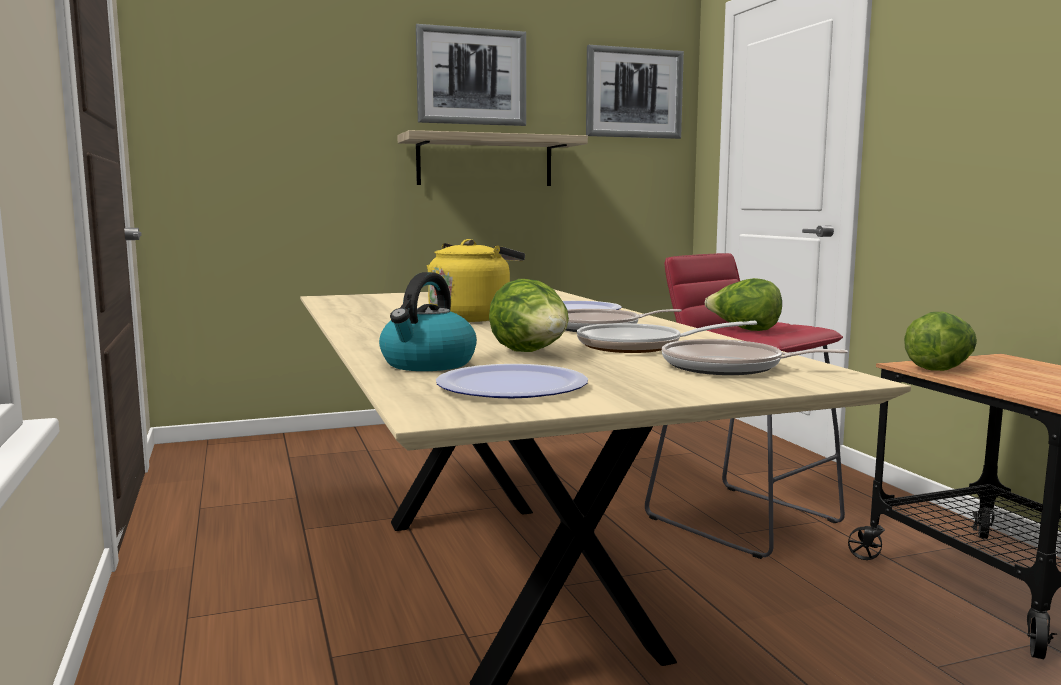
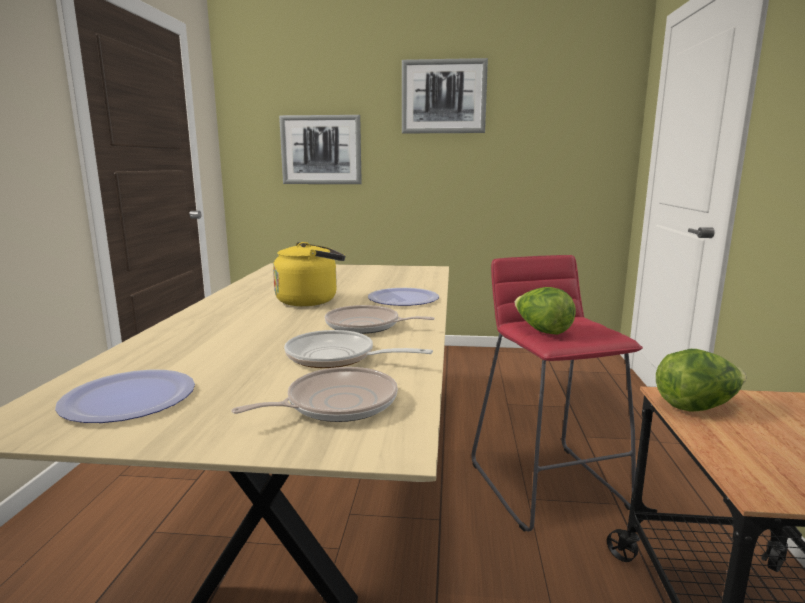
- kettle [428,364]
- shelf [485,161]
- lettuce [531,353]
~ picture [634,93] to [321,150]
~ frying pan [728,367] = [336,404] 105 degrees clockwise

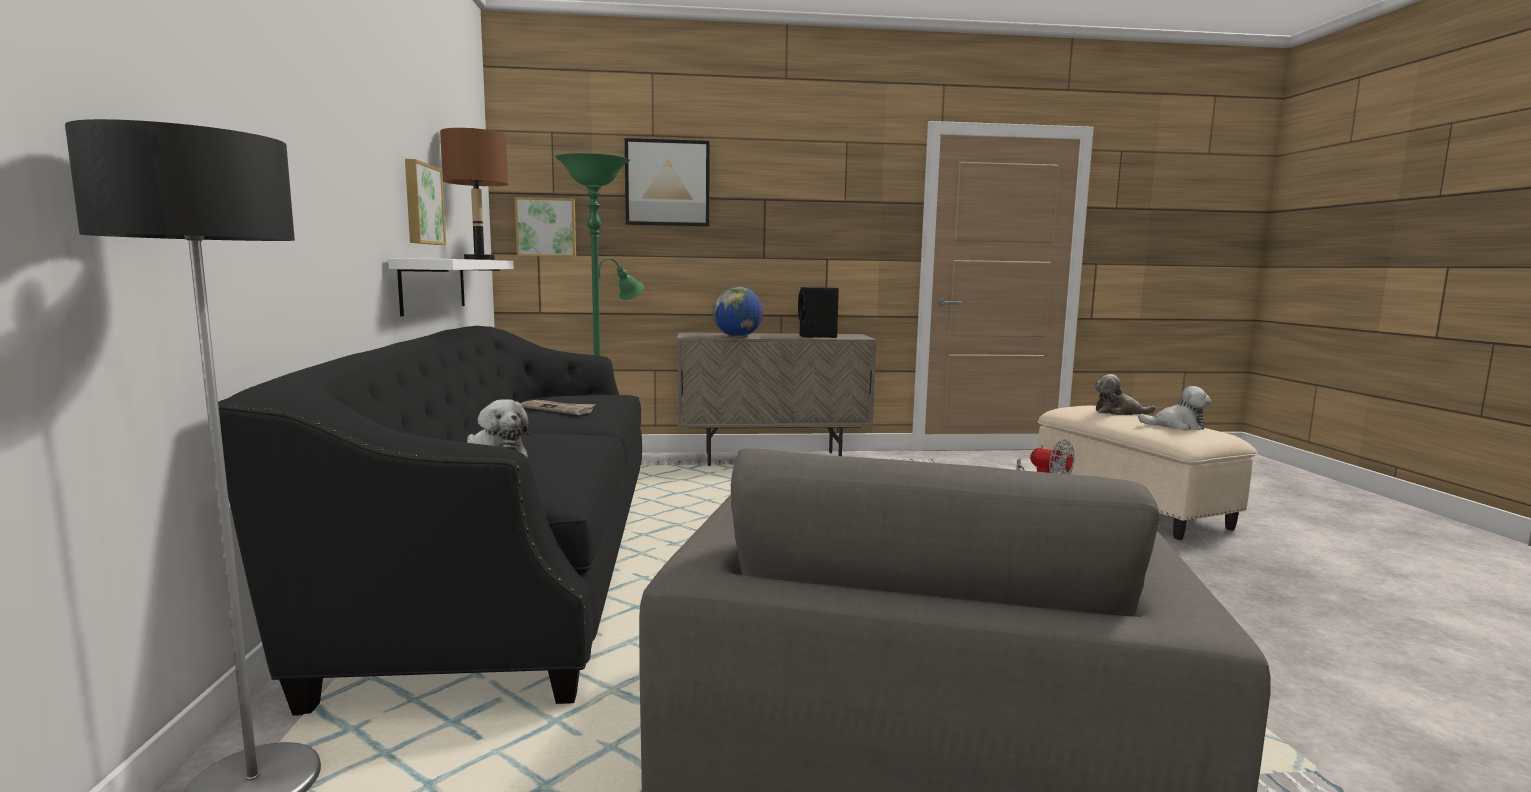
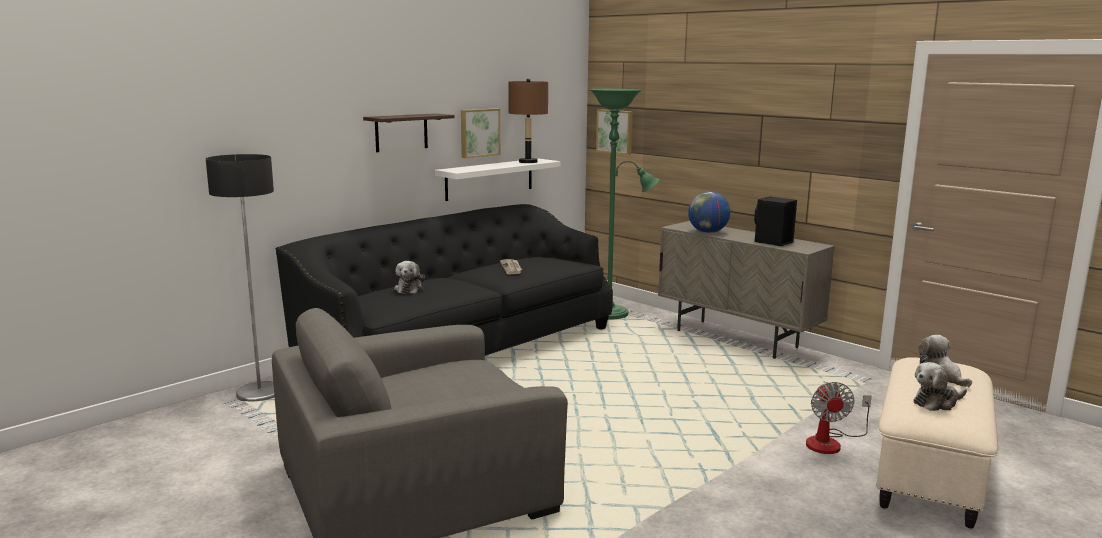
- picture [667,183]
~ plush toy [1177,426] = [937,402] 90 degrees clockwise
+ shelf [401,132]

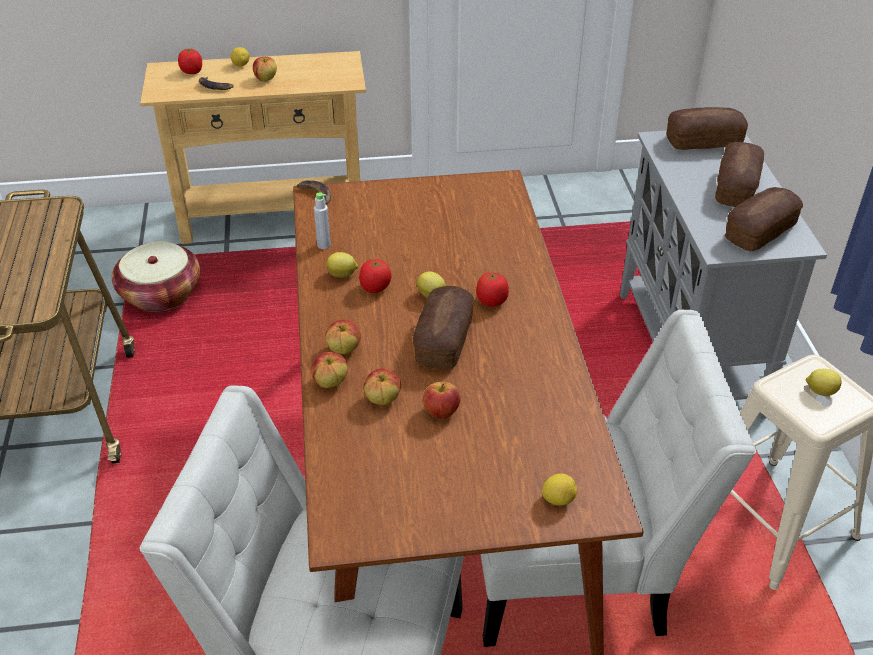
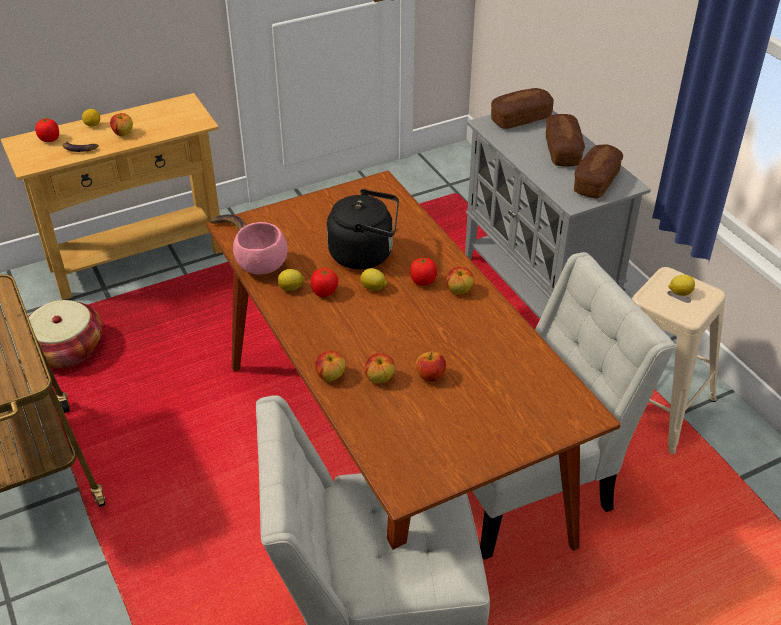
~ bottle/grey [324,245] to bowl/pink [261,267]
~ apple [344,349] to [459,290]
- bread [443,340]
- lemon [558,499]
+ kettle/black [365,254]

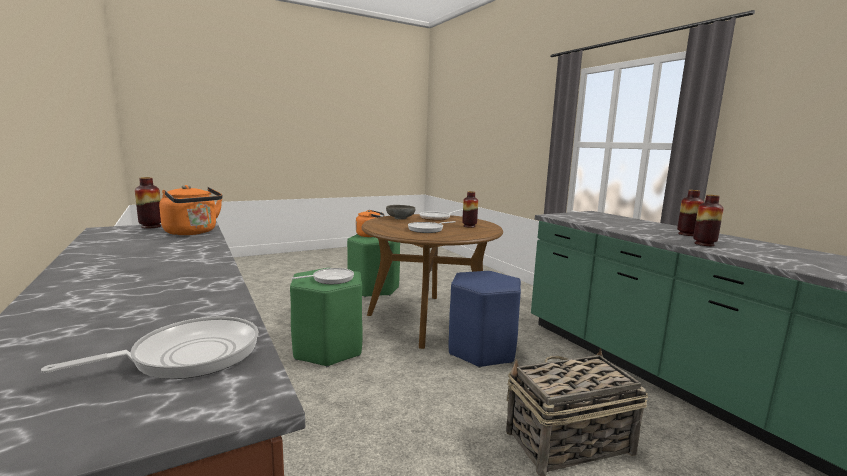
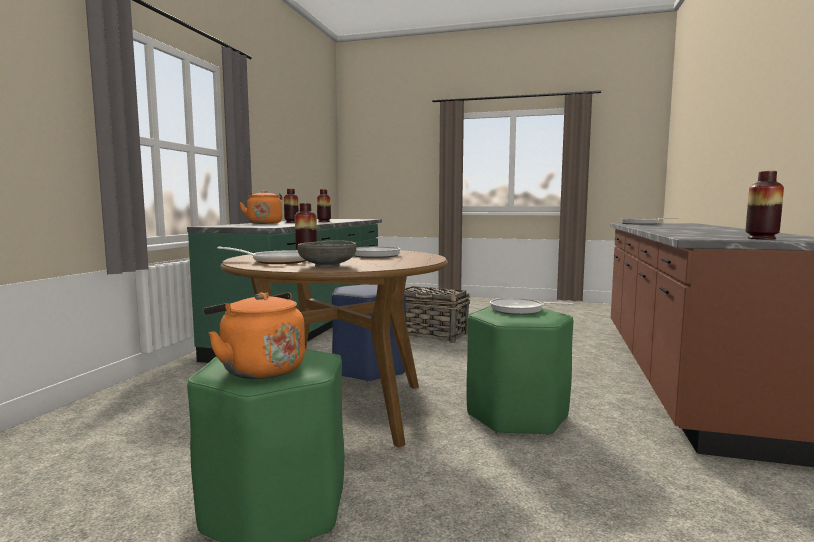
~ kettle/orange [193,232] to [265,223]

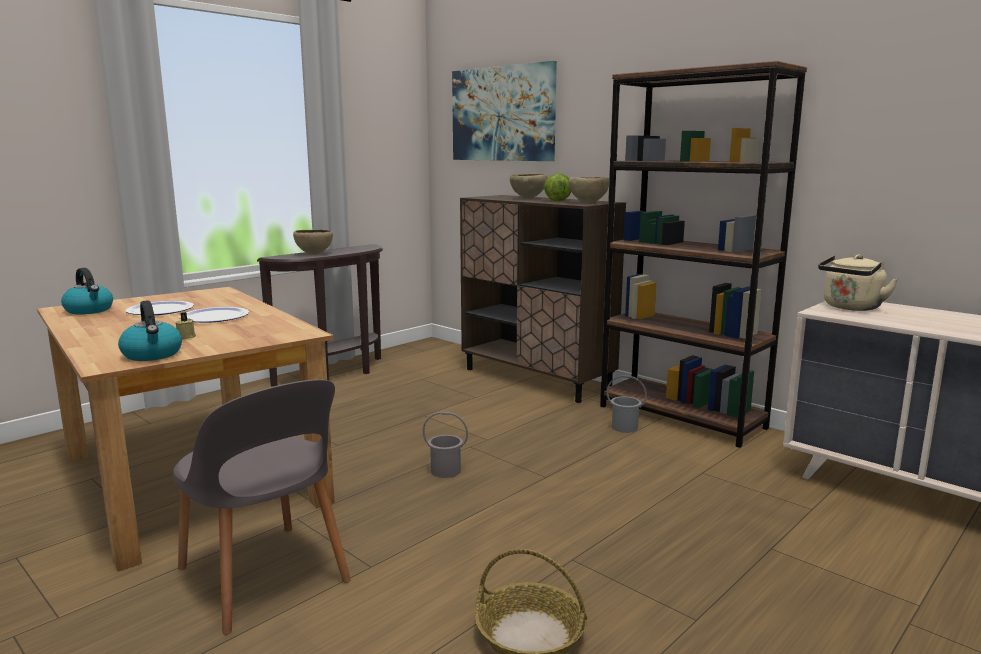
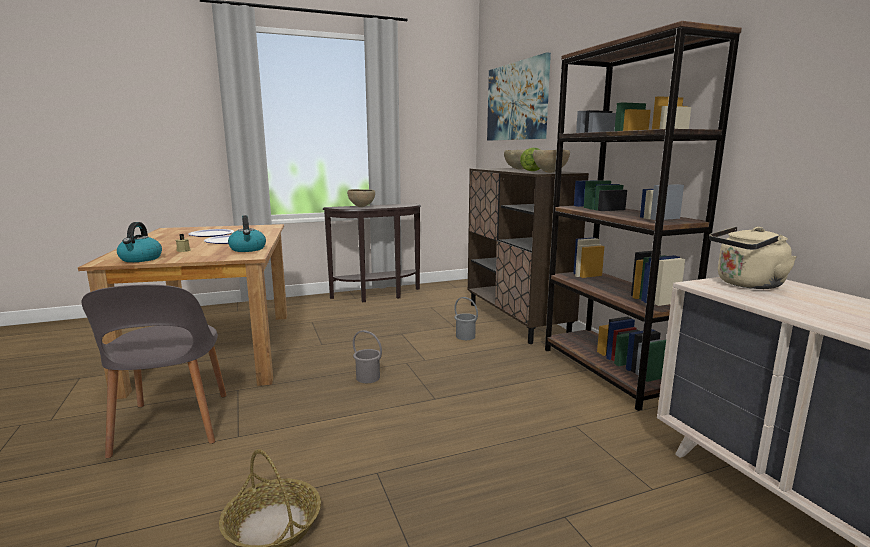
~ kettle [89,310] to [248,249]
~ bucket/grey [624,427] to [465,336]

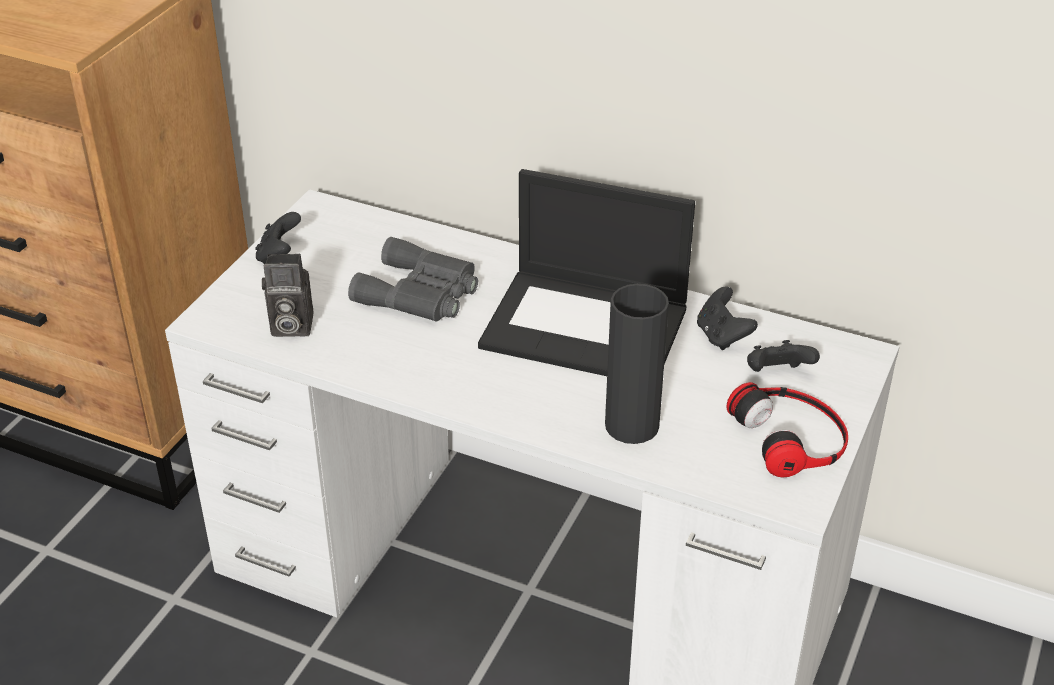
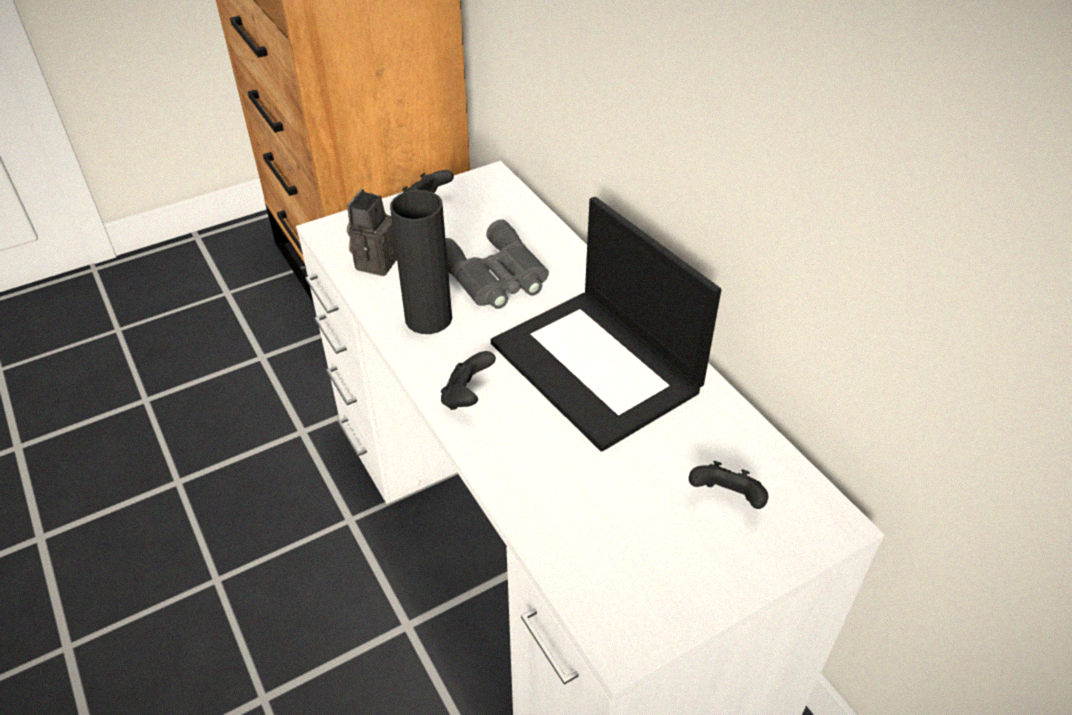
~ photo camera [289,326] = [375,261] 75 degrees clockwise
~ vase/black [632,425] to [428,318]
~ game controller/black [722,336] to [467,397]
- headphones [792,436]

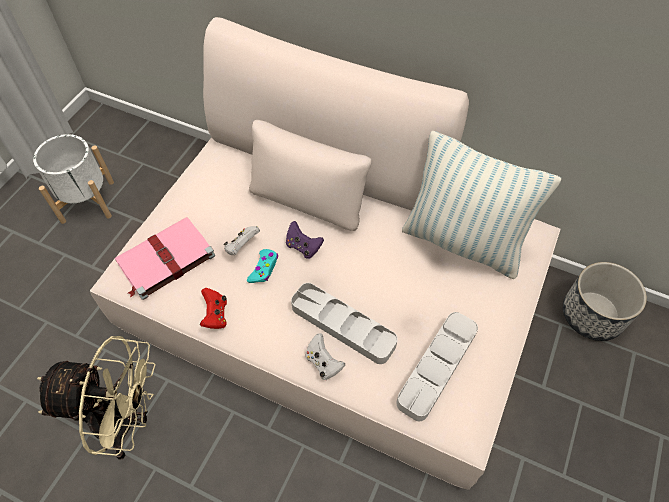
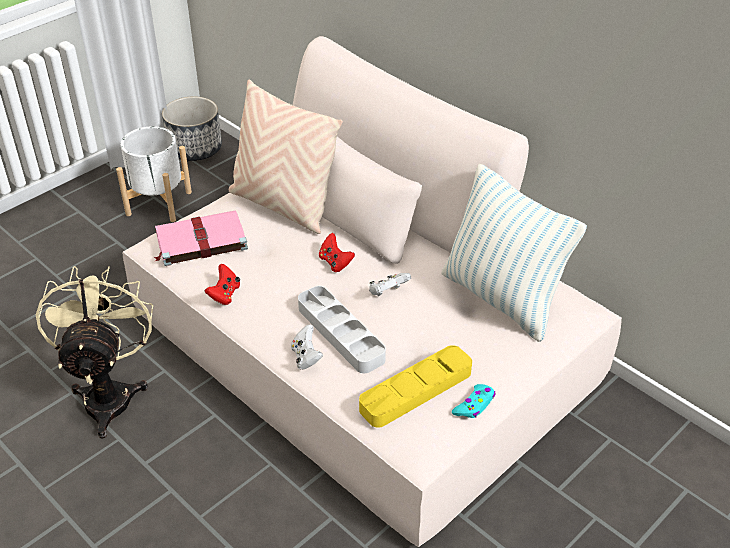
~ fan/beige [126,422] = [109,393] 120 degrees counterclockwise
~ game controller/white [242,246] to [388,292]
~ game controller/turquoise [264,269] to [474,405]
~ game controller/purple [303,247] to game controller/red [335,262]
~ tray/grey [437,367] to tray/yellow [416,390]
~ planter [592,314] to [195,149]
+ pillow/beige [283,206]

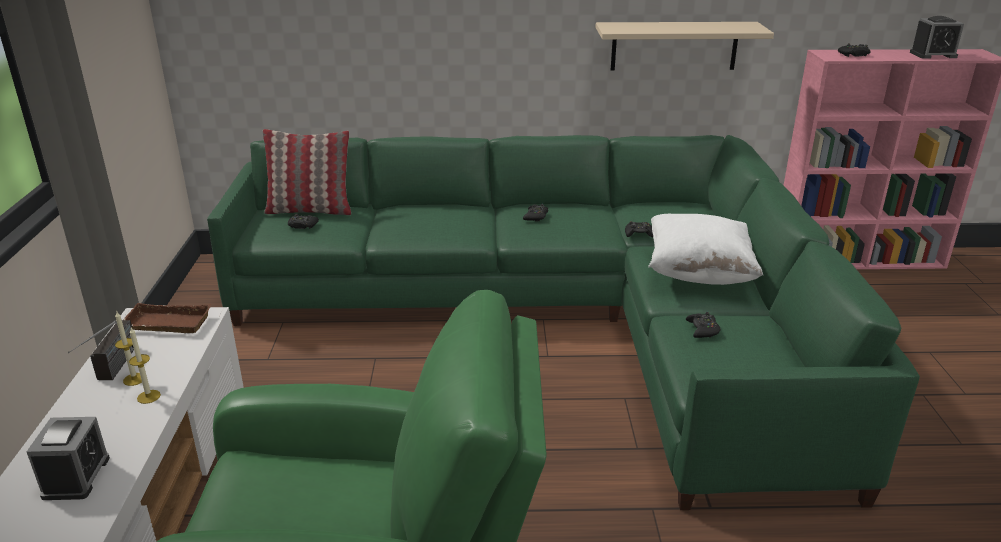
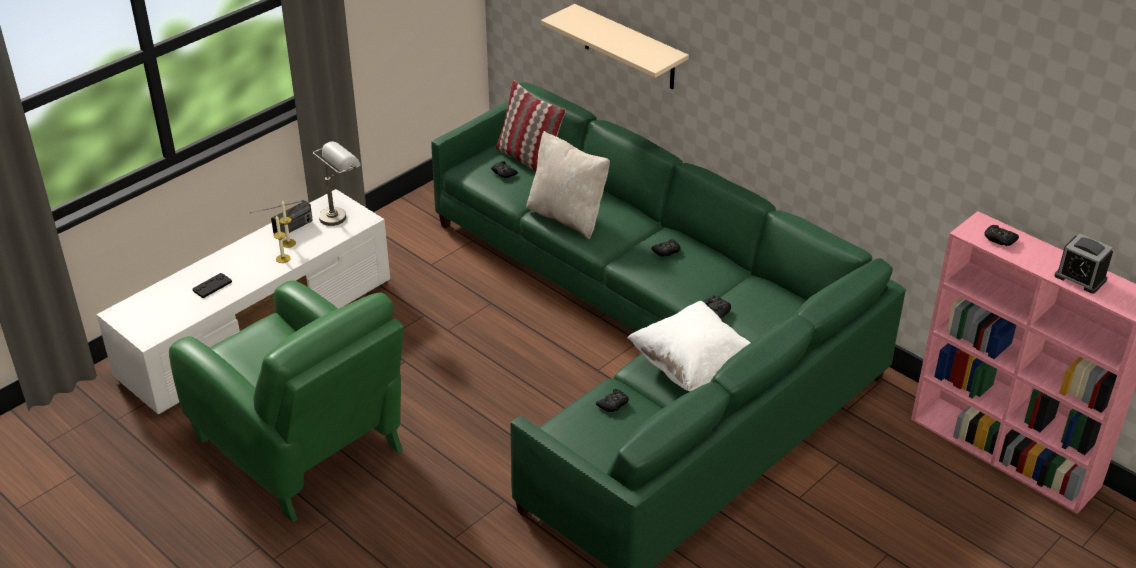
~ alarm clock [76,477] to game controller/black [212,286]
~ tray/brown [165,325] to table lamp/grey [340,213]
~ shelf/beige [674,46] to [629,48]
+ pillow/beige [567,216]

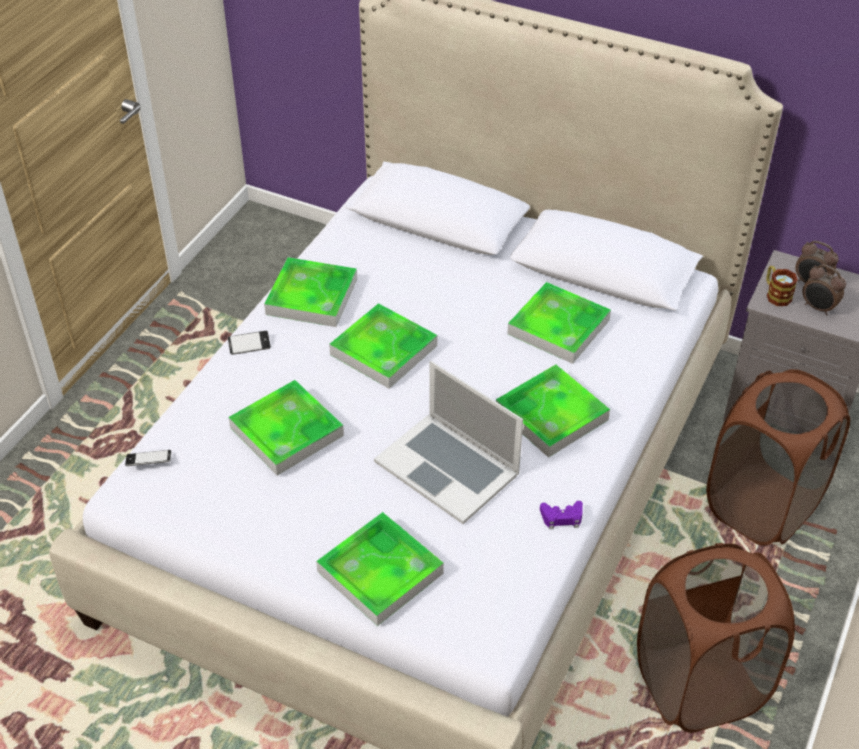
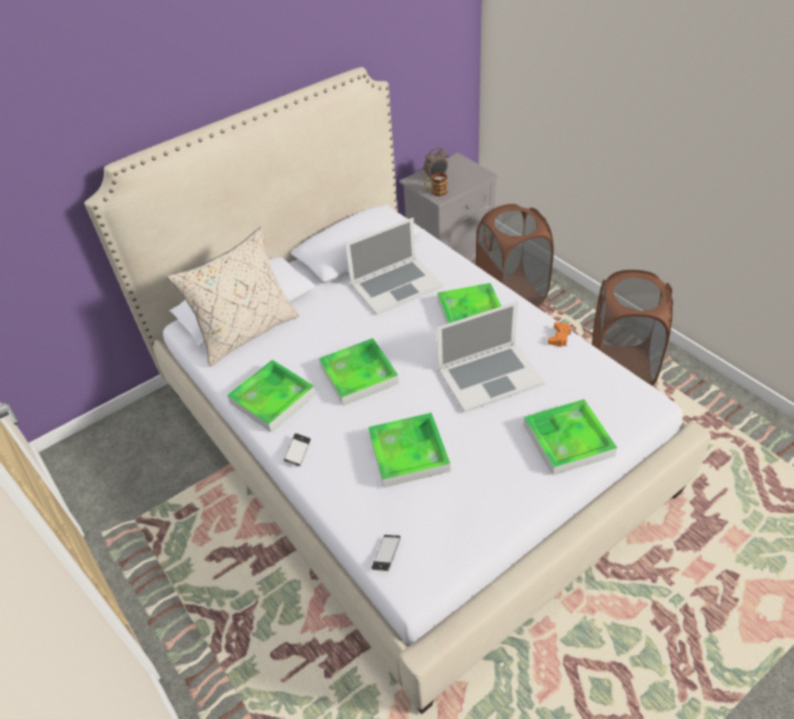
~ tray [558,327] to laptop [396,285]
~ game controller/purple [562,517] to game controller/orange [559,337]
- alarm clock [818,308]
+ pillow/beige [246,332]

